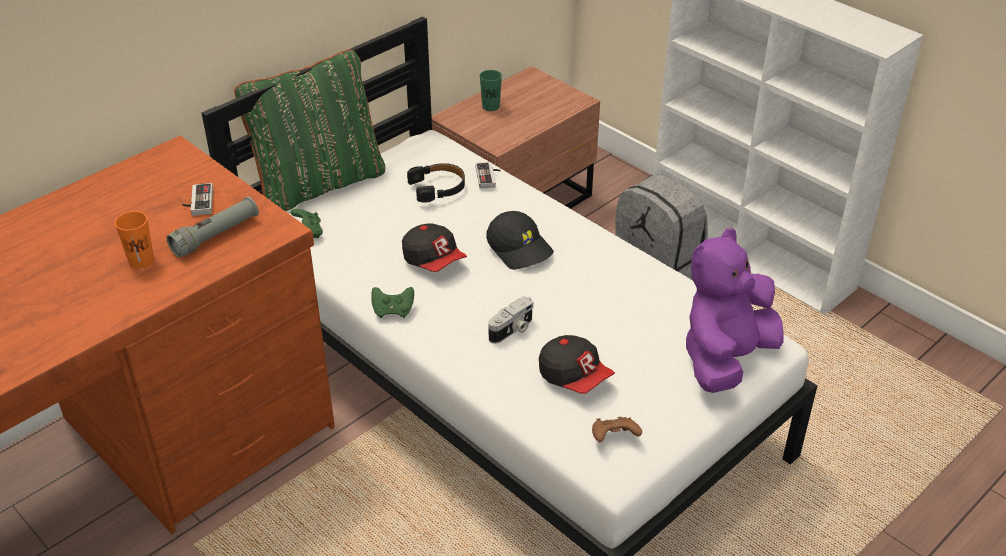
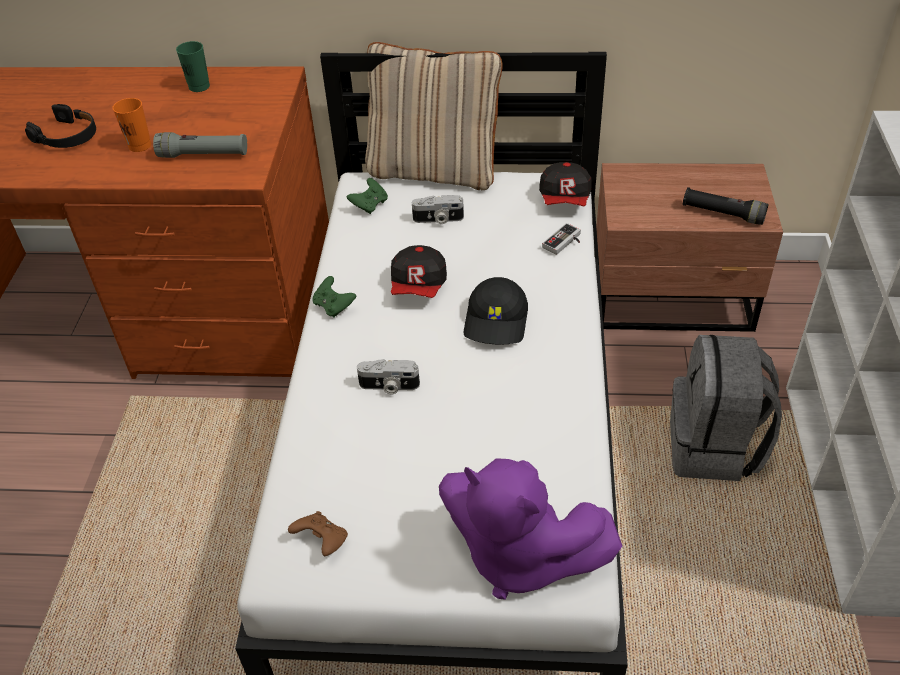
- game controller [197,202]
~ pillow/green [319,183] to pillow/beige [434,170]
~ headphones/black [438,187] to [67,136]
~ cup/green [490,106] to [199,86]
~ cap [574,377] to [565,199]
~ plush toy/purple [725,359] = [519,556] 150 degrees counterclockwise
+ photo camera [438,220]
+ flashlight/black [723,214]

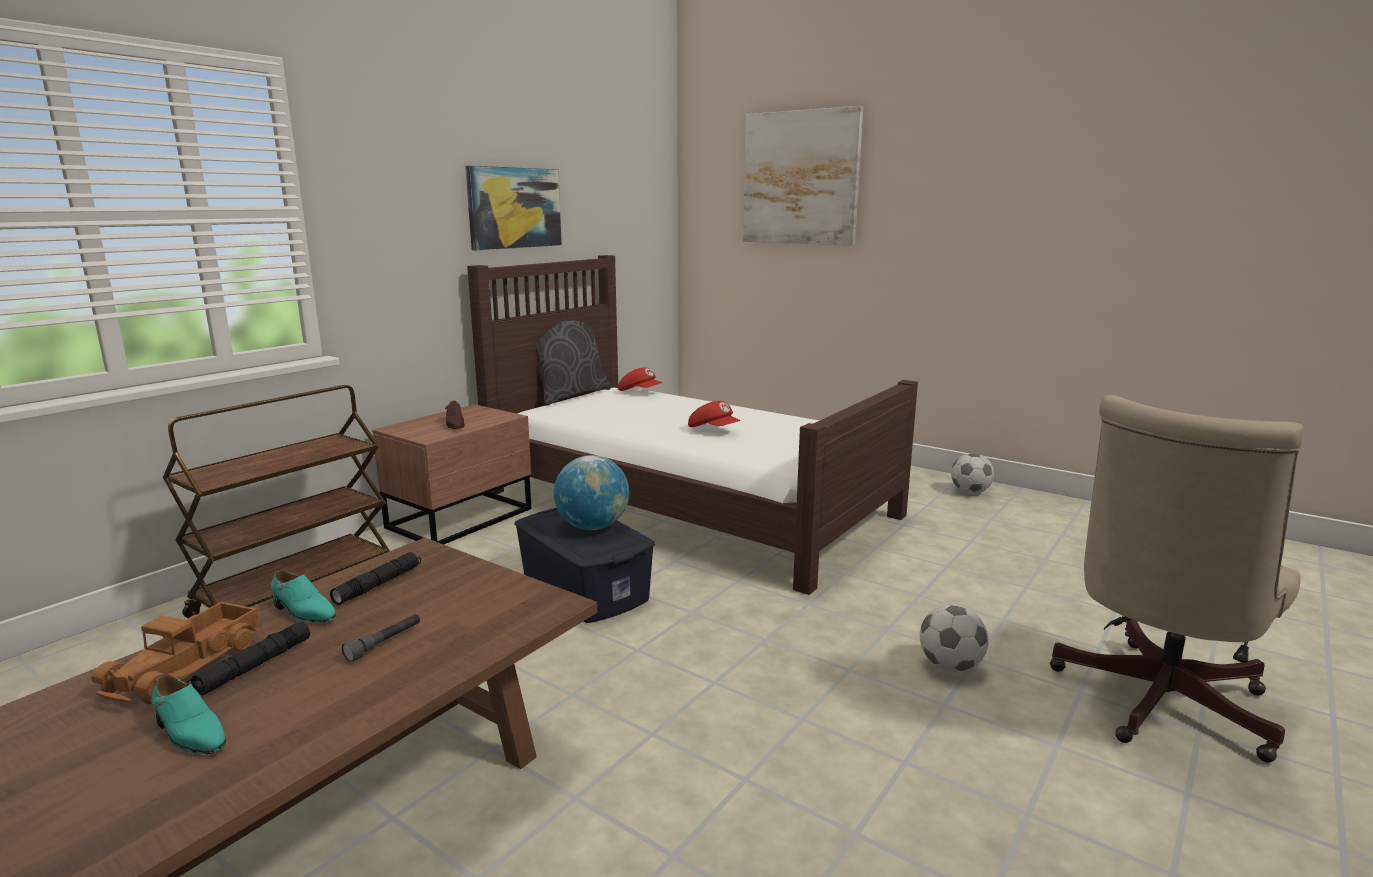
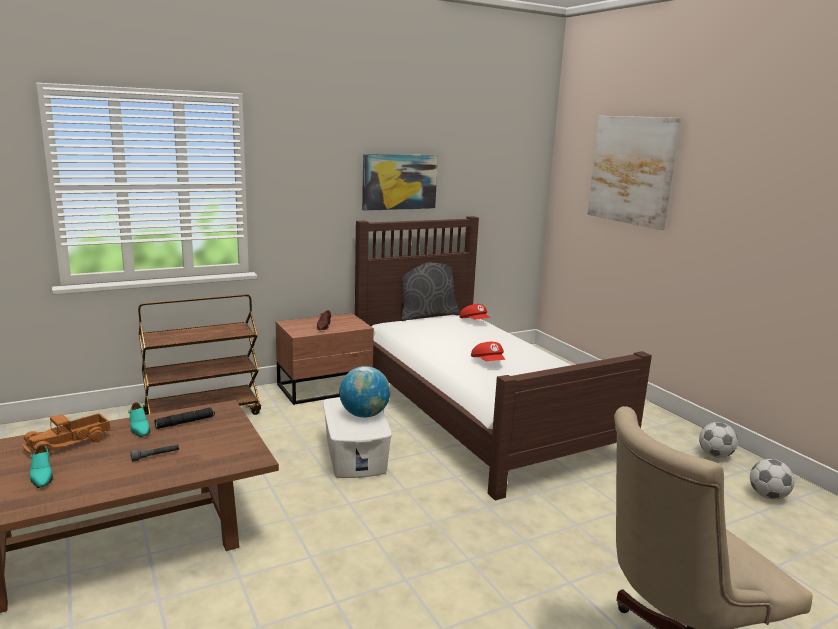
- flashlight/black [254,666]
~ storage box/blue [585,587] to storage box/white [355,454]
~ football [950,666] to [768,496]

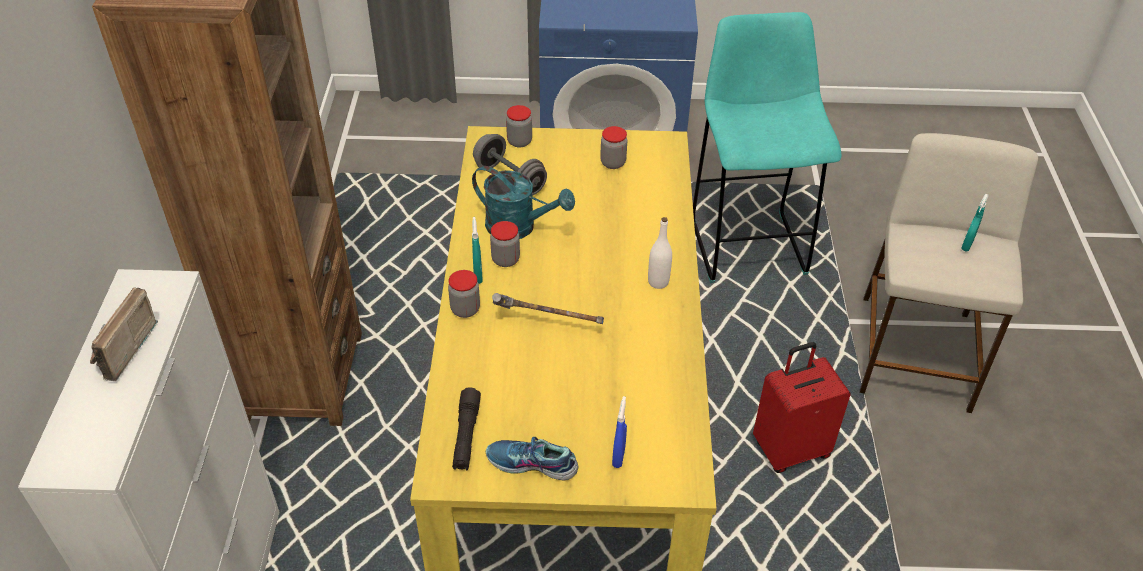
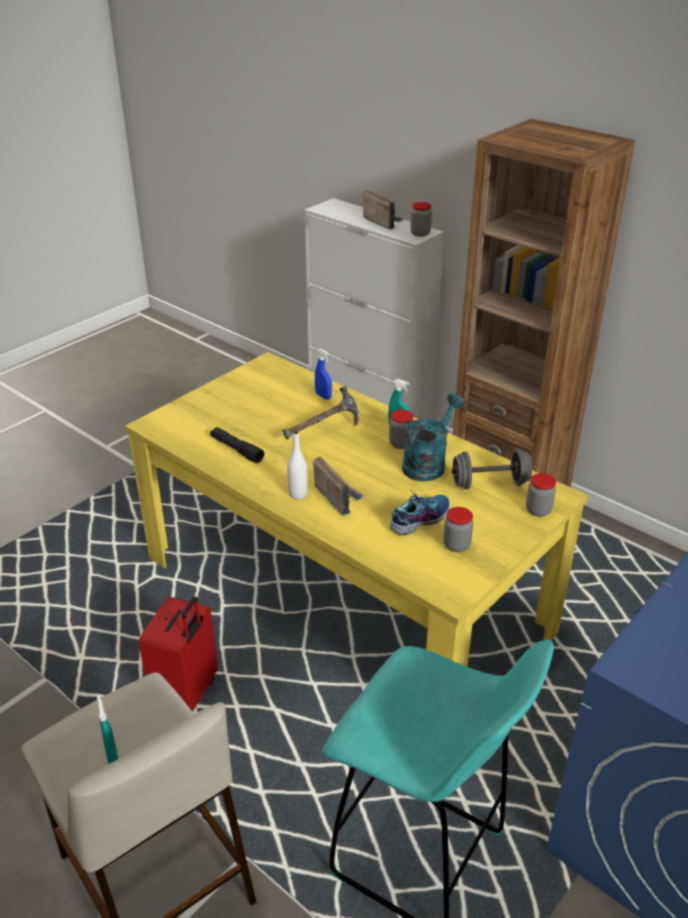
~ jar [465,309] to [420,233]
~ flashlight/black [466,435] to [236,450]
~ watering can/turquoise [519,227] = [428,463] 150 degrees clockwise
~ shoe [531,464] to [419,519]
~ spray bottle/blue [618,456] to [323,396]
+ radio [338,496]

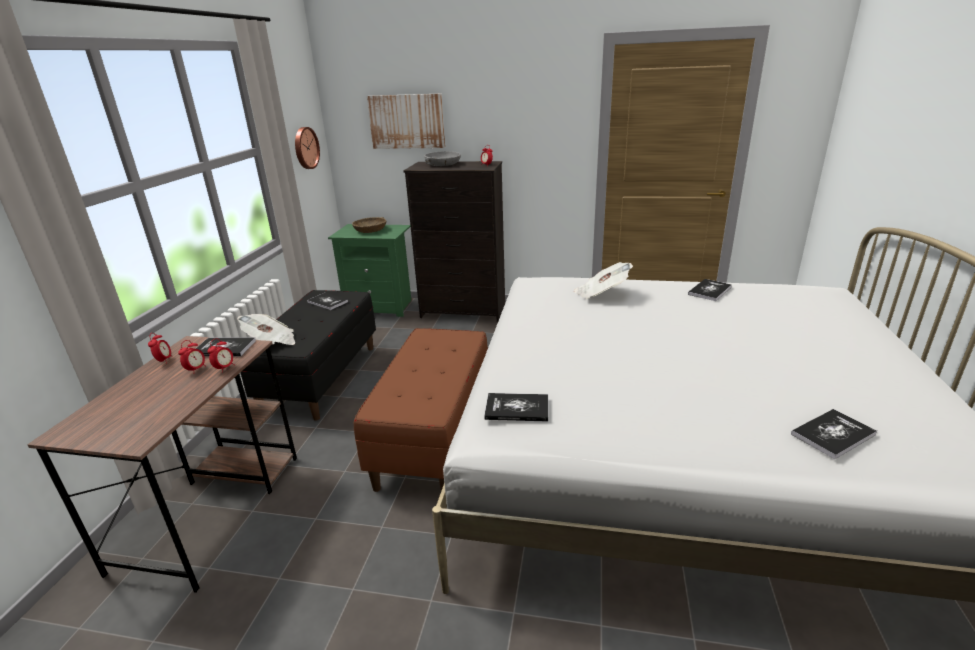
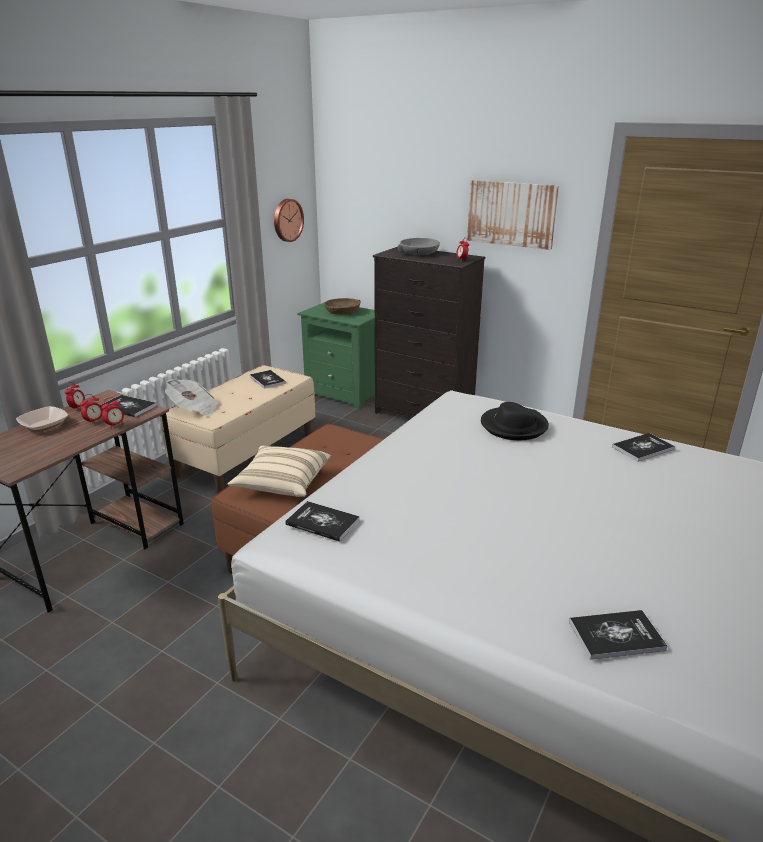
~ bench/black [321,378] to bench/beige [247,454]
~ picture [407,121] to [511,214]
~ newspaper [601,294] to hat/black [513,426]
+ bowl [44,425]
+ pillow/beige [282,483]

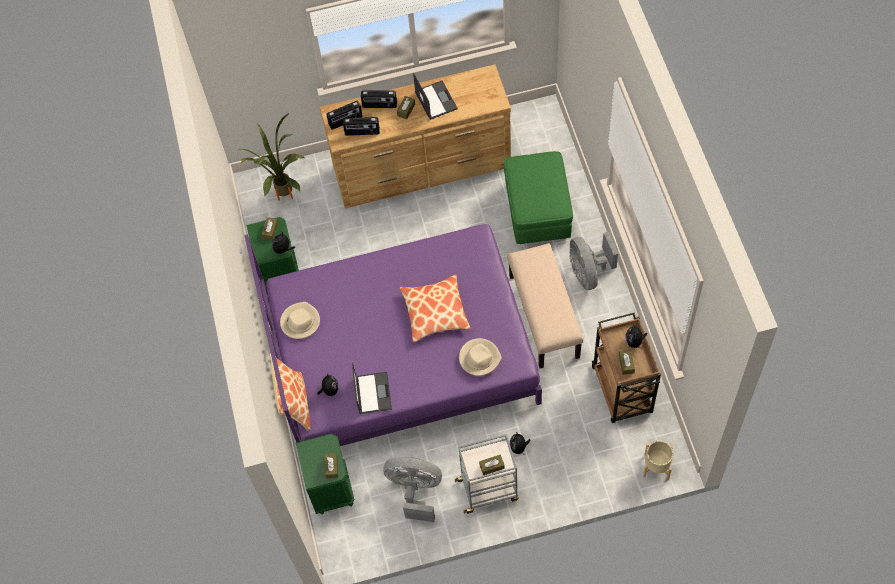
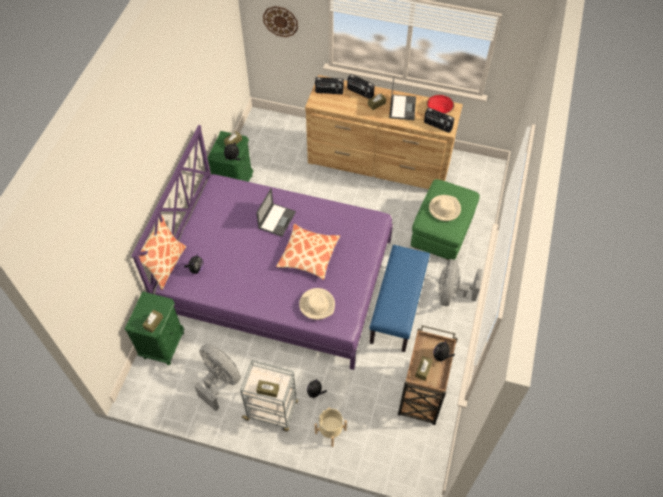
- potted plant [283,198]
~ hat/beige [300,322] to [444,209]
~ radio [362,132] to [437,126]
~ laptop [373,392] to [277,219]
~ bench/beige [543,316] to bench/blue [397,307]
~ planter/beige [656,466] to [330,431]
+ wall clock [280,21]
+ bowl/red [439,110]

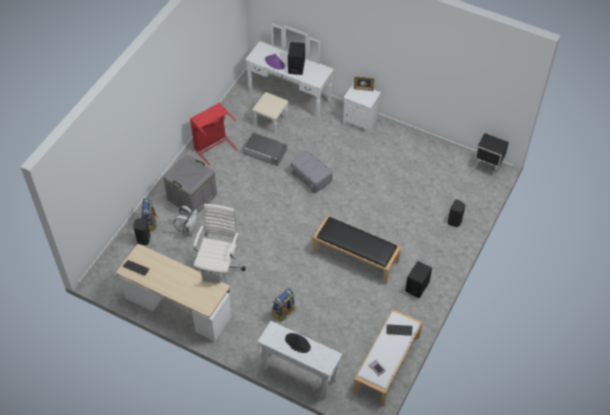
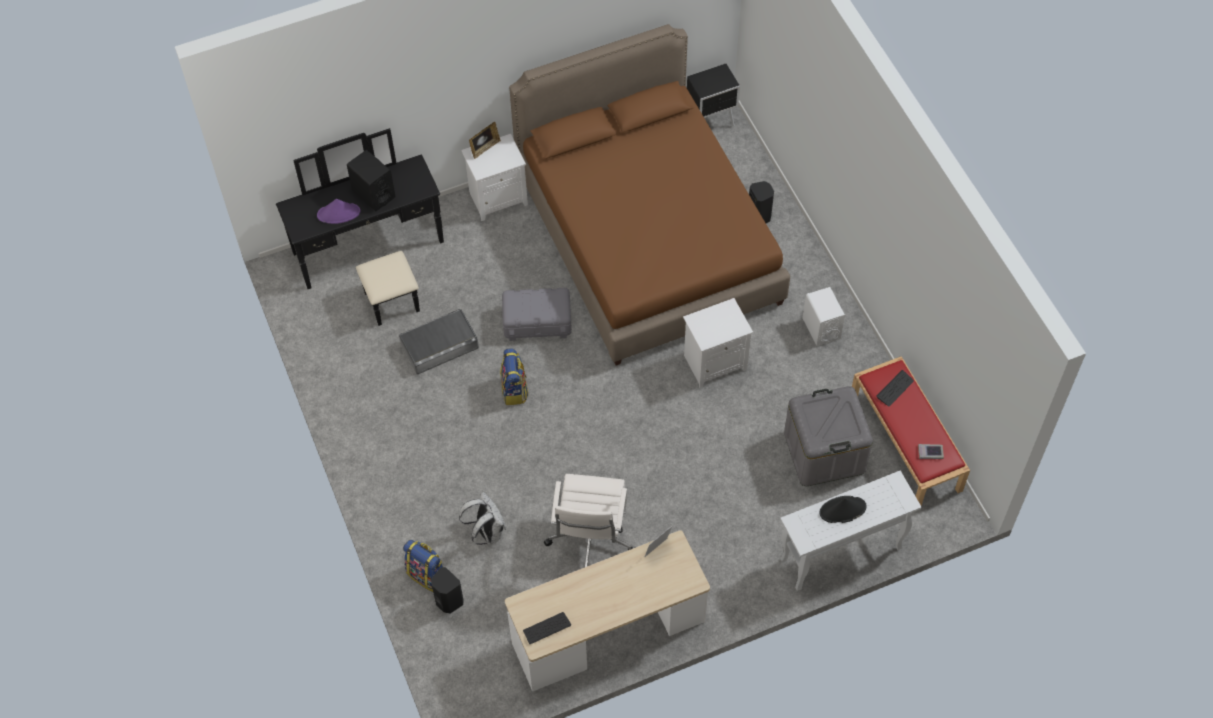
~ storage box/grey [192,196] to [824,452]
- laundry basket/red [213,147]
~ office chair/white [219,270] = [590,539] 135 degrees counterclockwise
~ dresser/white [286,102] to dresser/black [374,259]
~ backpack [284,312] to [514,390]
~ bench/black [356,256] to nightstand/white [715,362]
~ bench/white [387,363] to bench/red [906,443]
~ speaker/black [417,286] to speaker/white [821,328]
+ bed/brown [647,238]

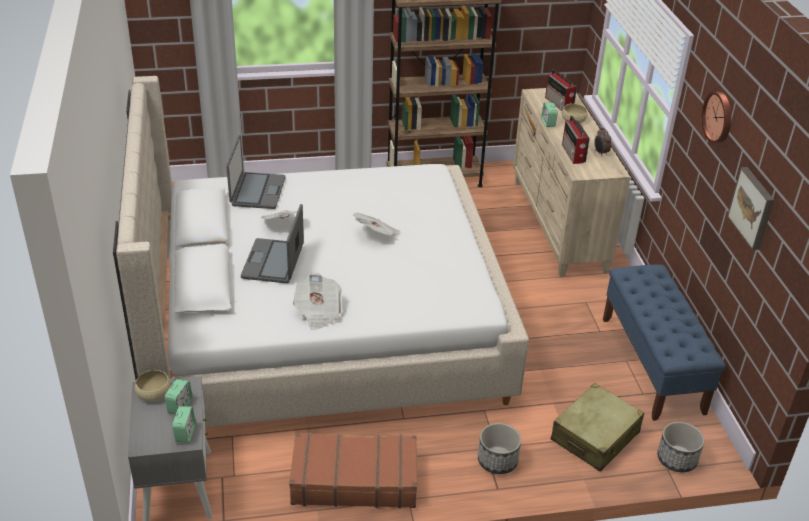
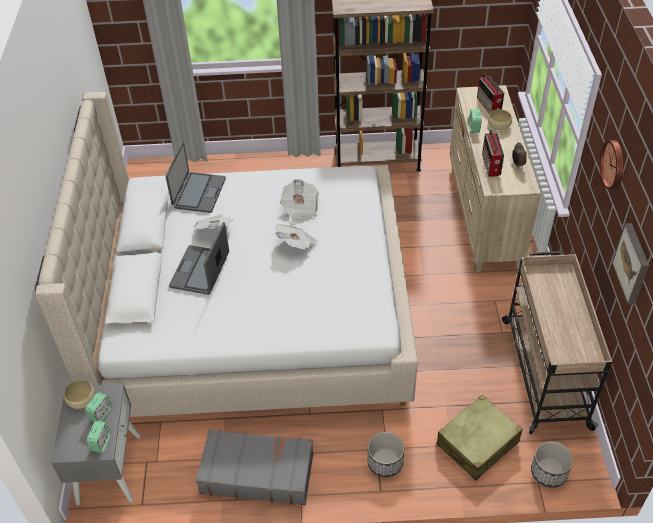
~ suitcase/brown [354,479] to suitcase/grey [257,473]
~ newspaper [318,312] to [300,210]
~ bench/blue [652,365] to cart/beige [544,371]

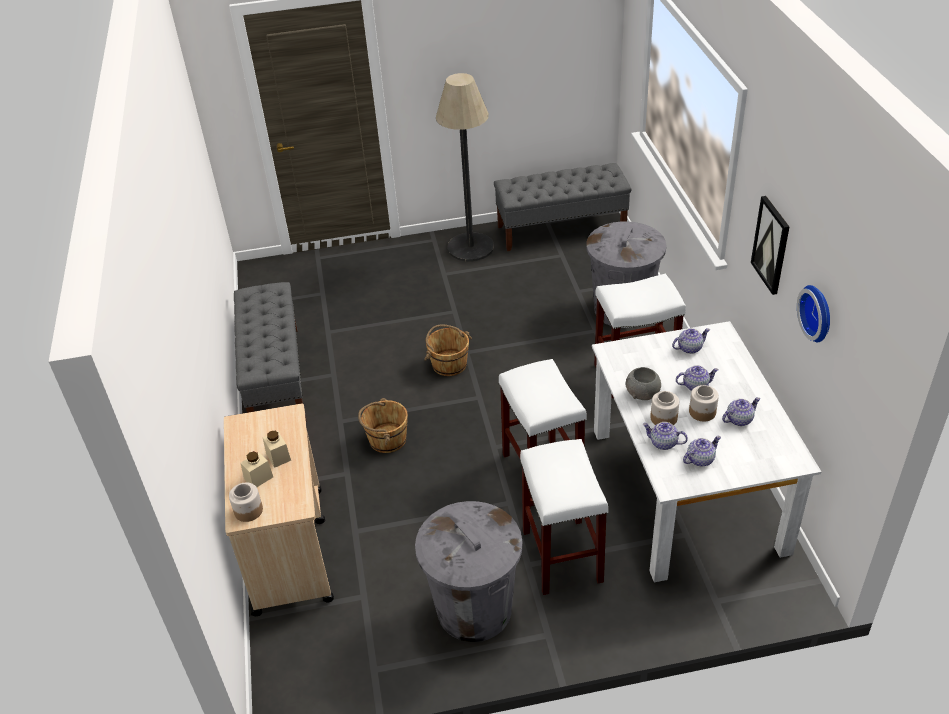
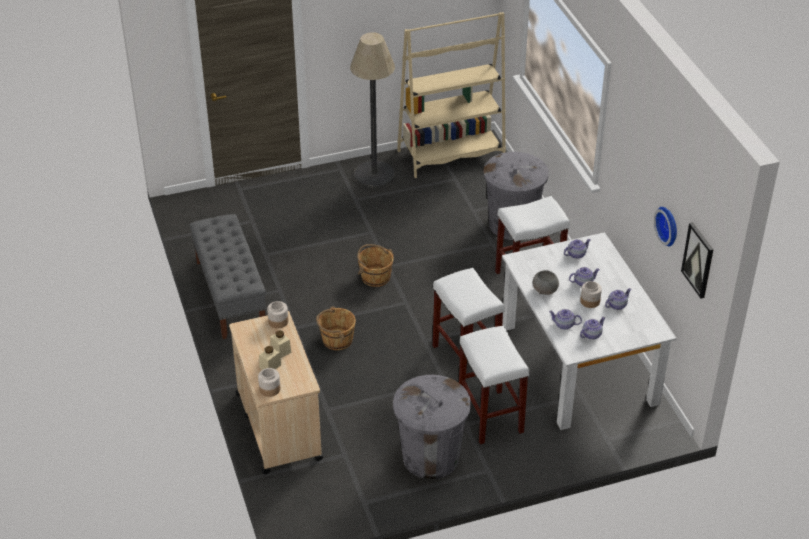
~ bench/grey [561,229] to bookcase/beige [451,155]
~ jar [663,418] to [278,321]
~ picture [771,245] to [698,260]

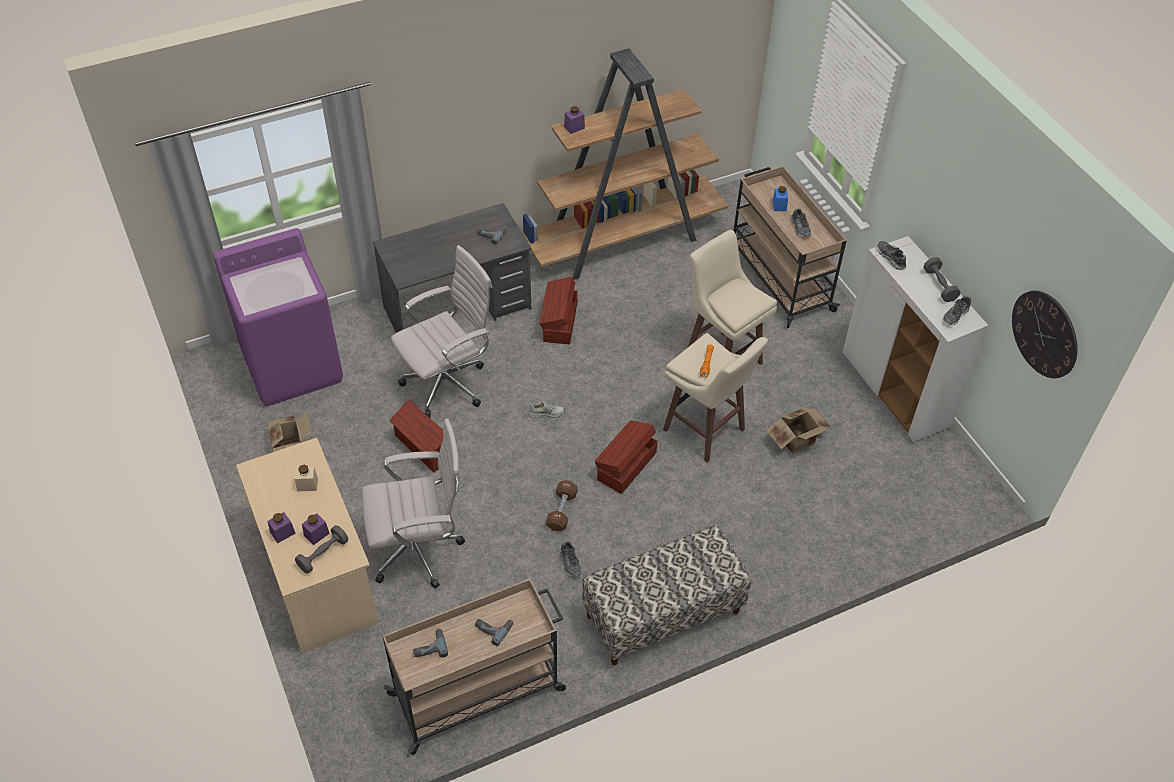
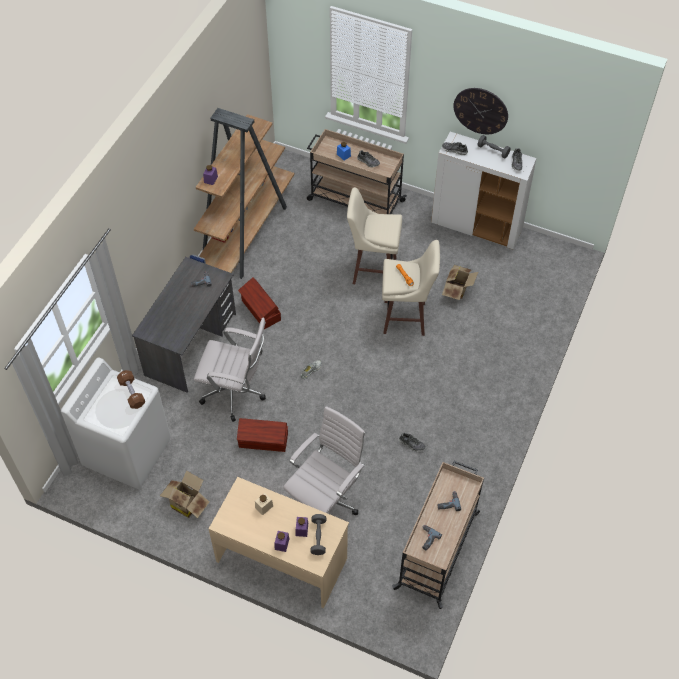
~ washing machine/purple [293,366] to washing machine/white [128,452]
~ office chair/white [449,383] = [236,393] 90 degrees clockwise
~ dumbbell/brown [562,511] to [132,393]
- bench [663,615]
- storage box/brown [625,466]
~ wall clock [1044,334] to [480,110]

